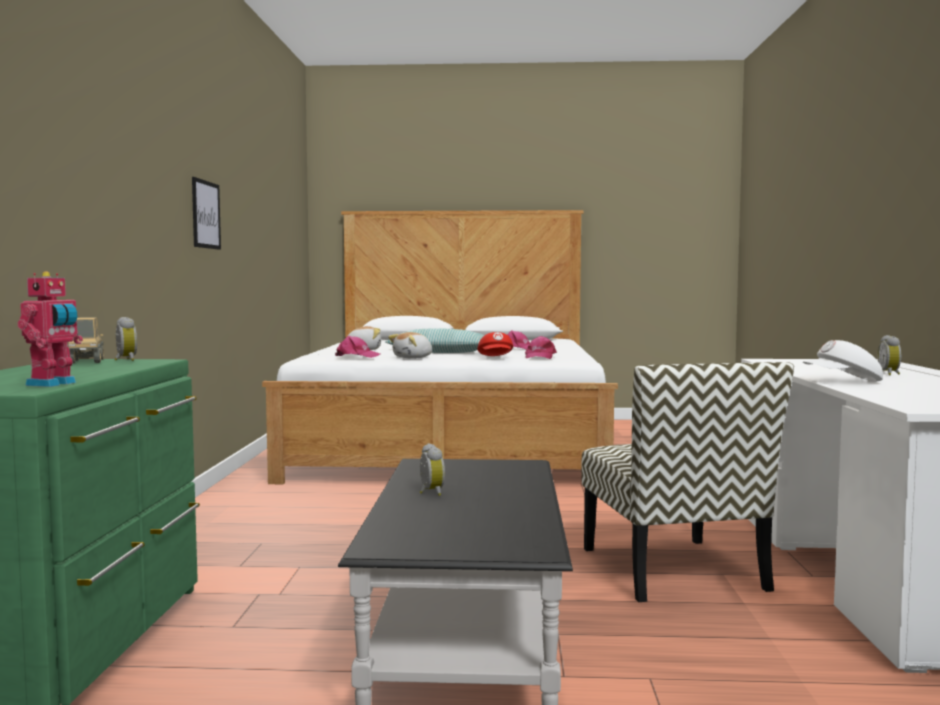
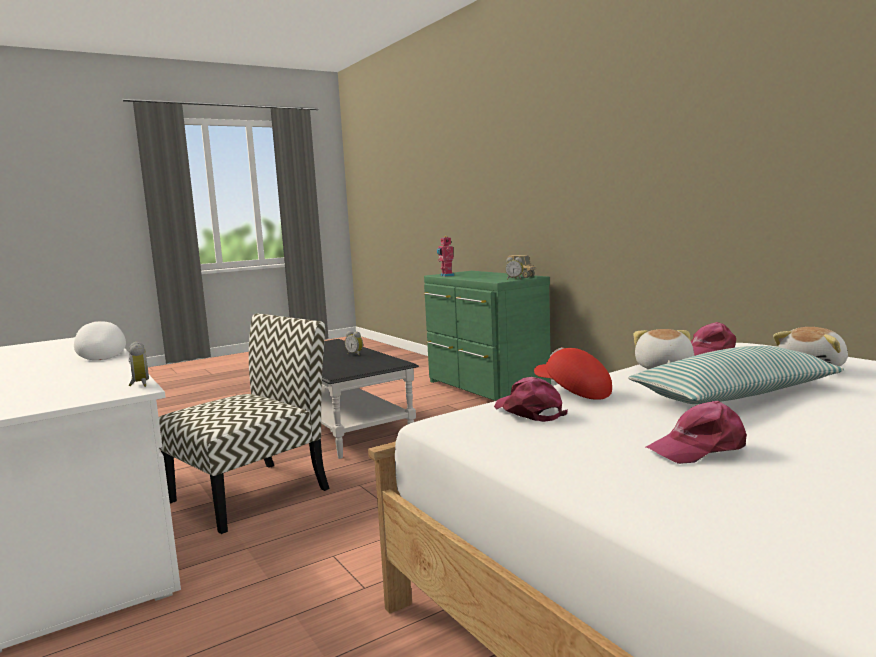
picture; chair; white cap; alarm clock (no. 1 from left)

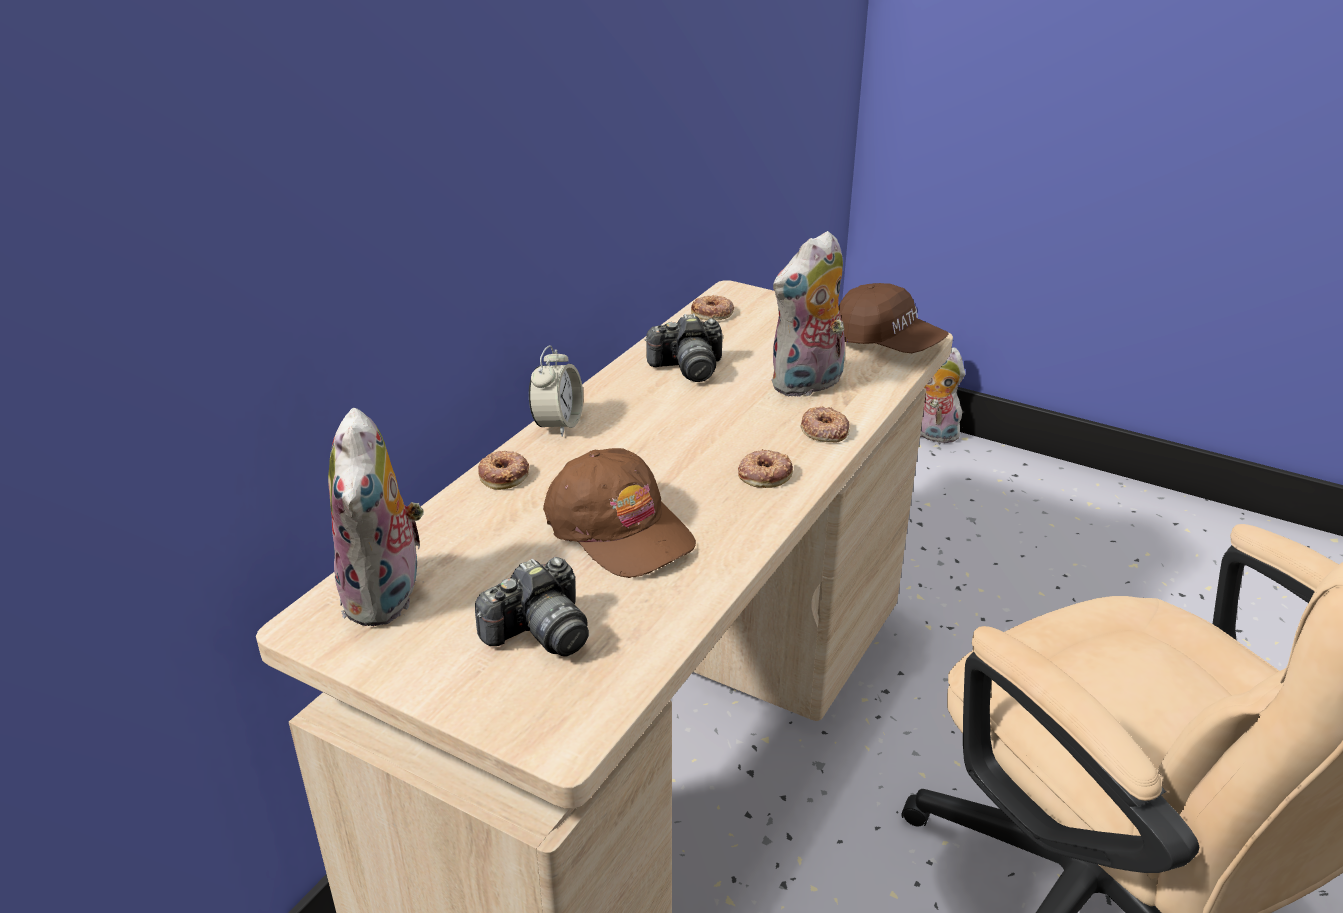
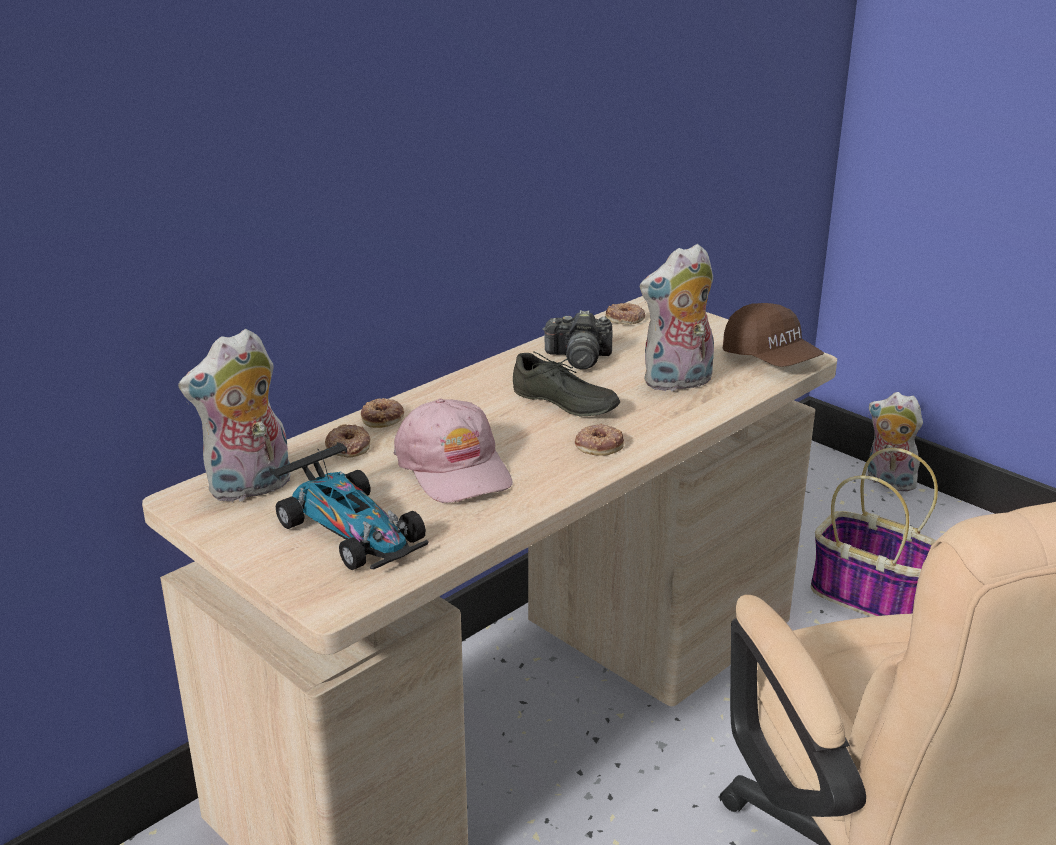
plush toy (no. 1 from left); toy car; alarm clock; pink cap; donut (no. 1 from left); grey shoe; basket

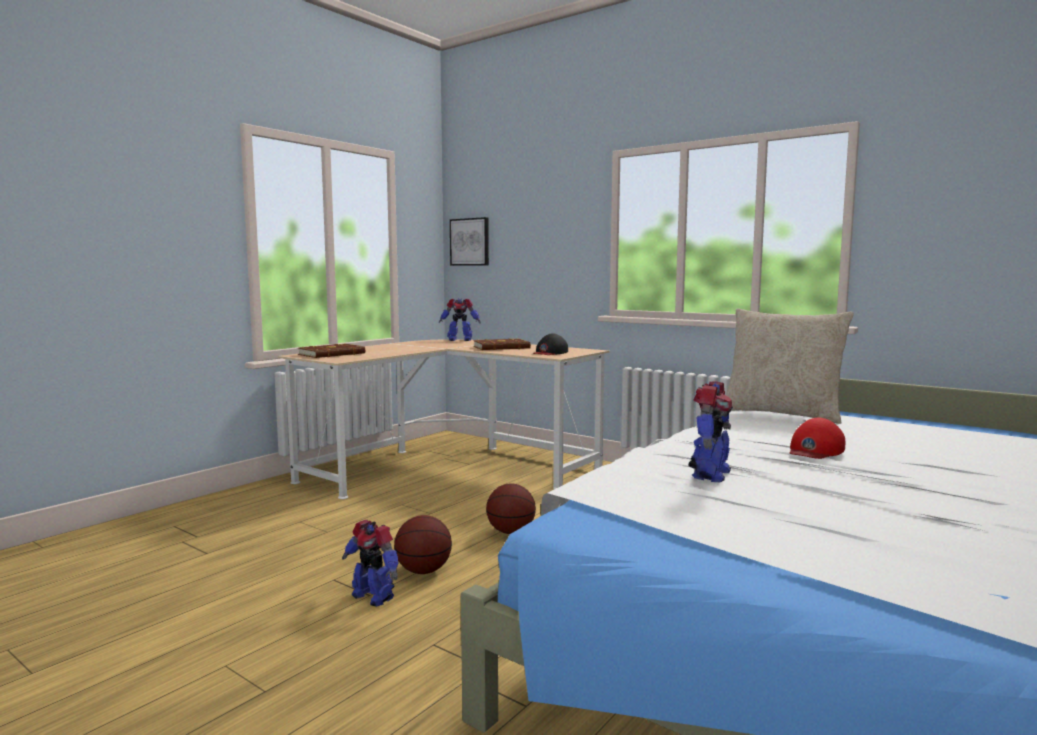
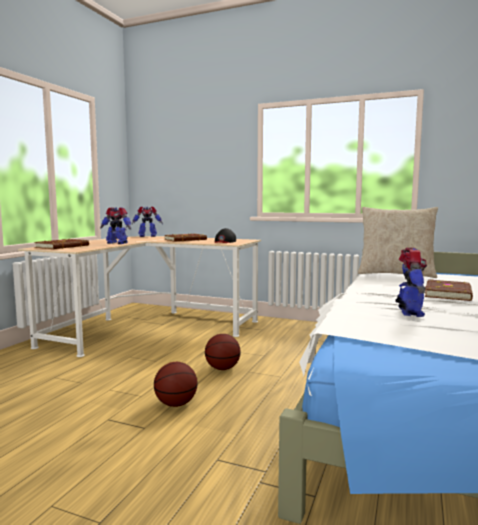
toy robot (no. 1 from left); picture; brown book (no. 3 from left)

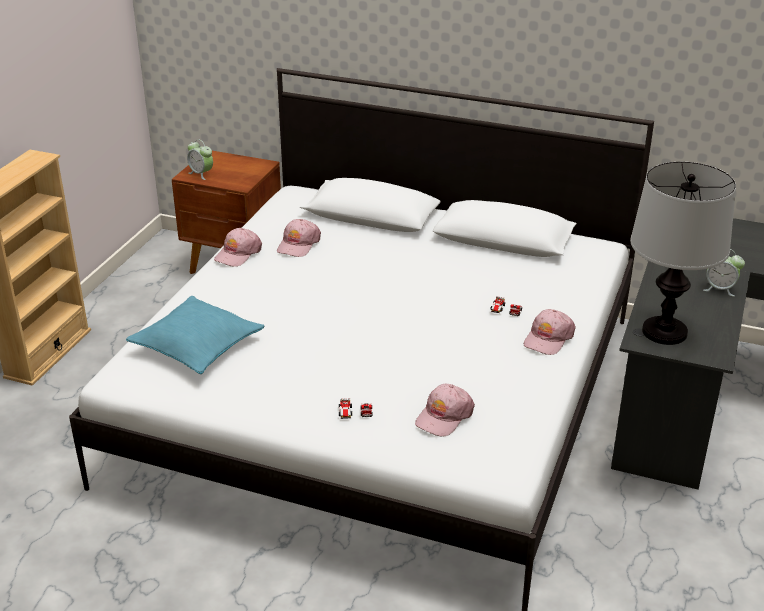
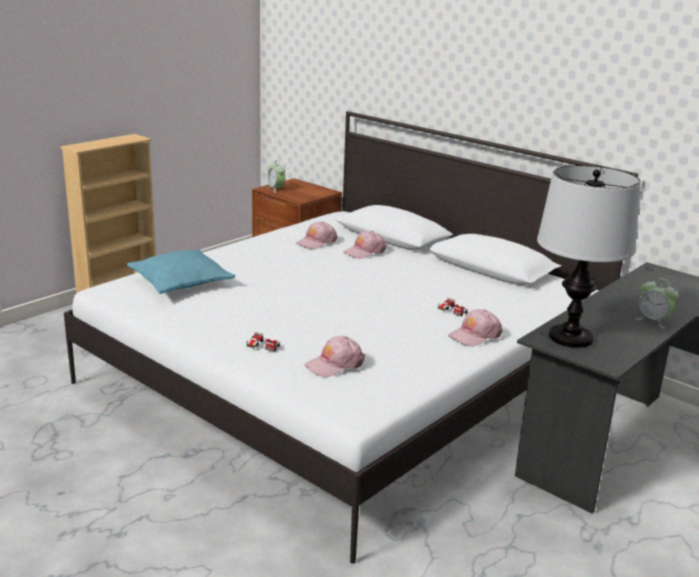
pink cap (no. 3 from left)

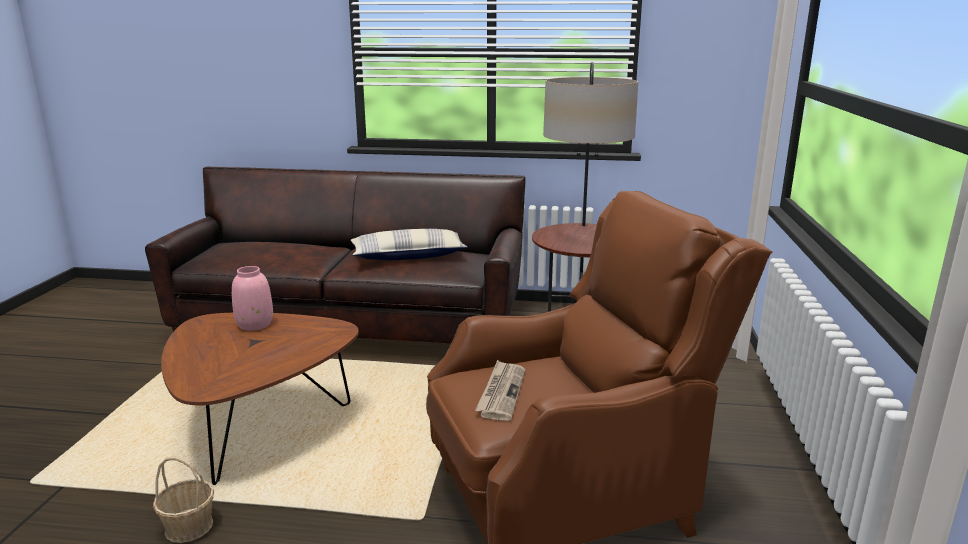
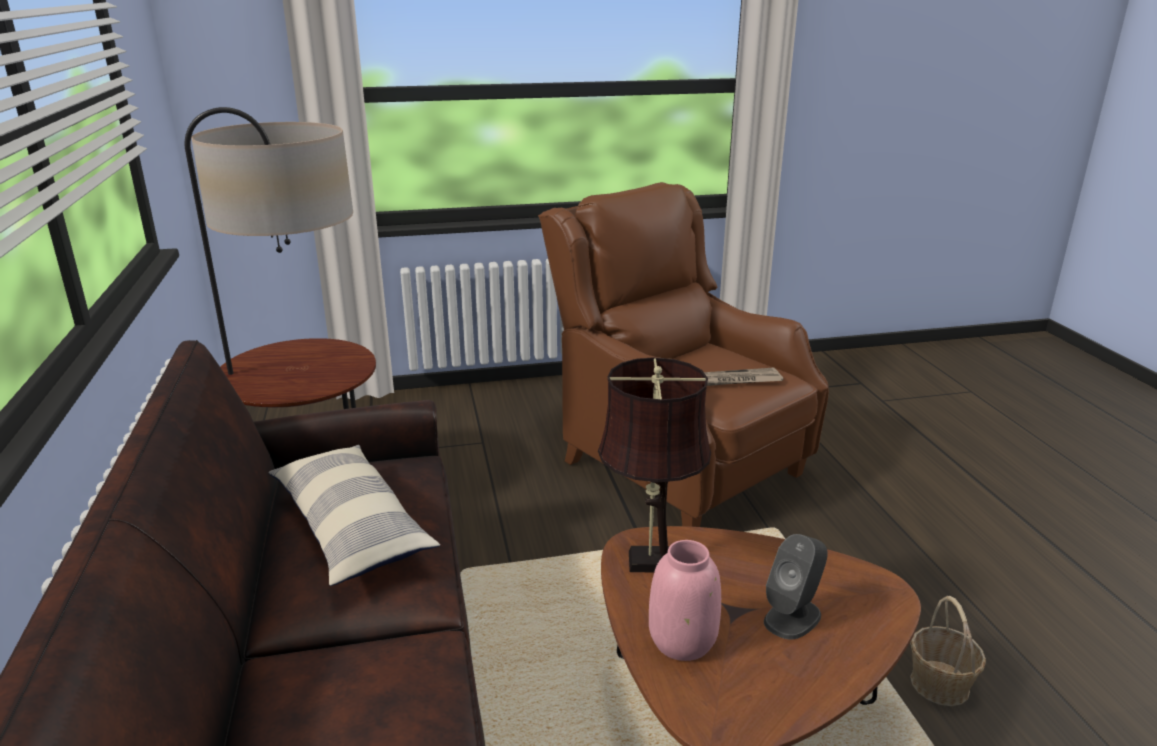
brown table lamp; grey speaker

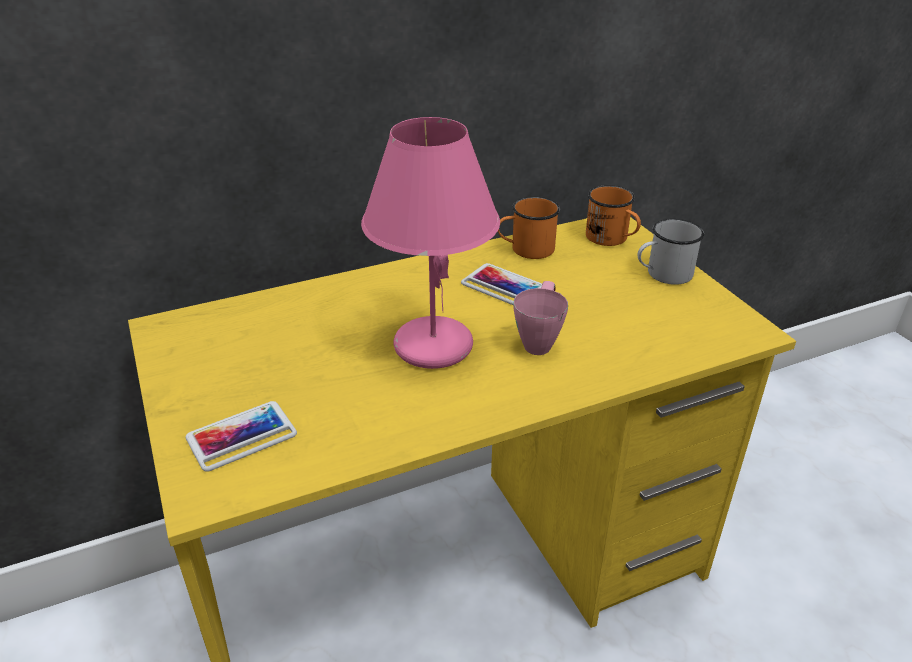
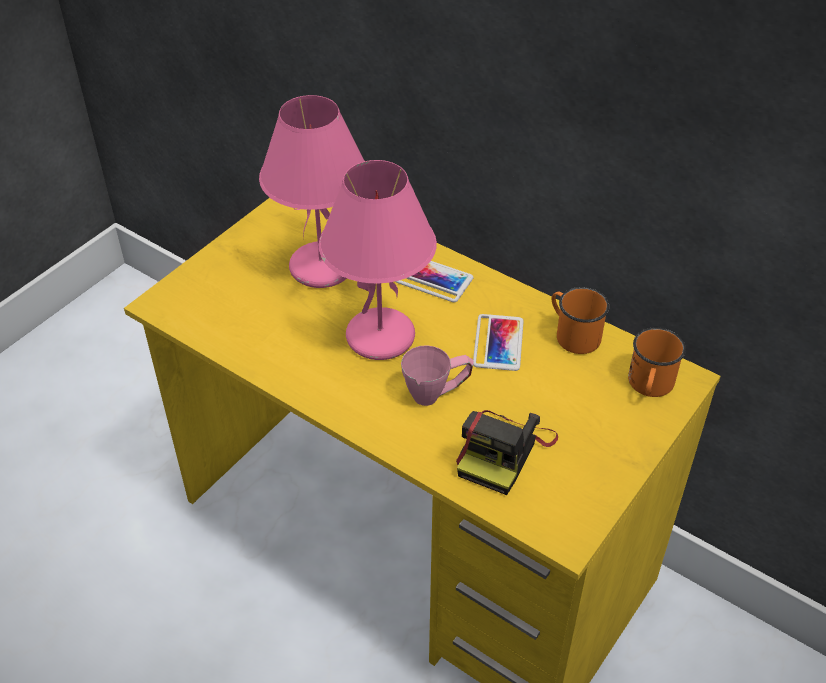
phone (no. 1 from left); white mug; pink table lamp (no. 1 from left); photo camera

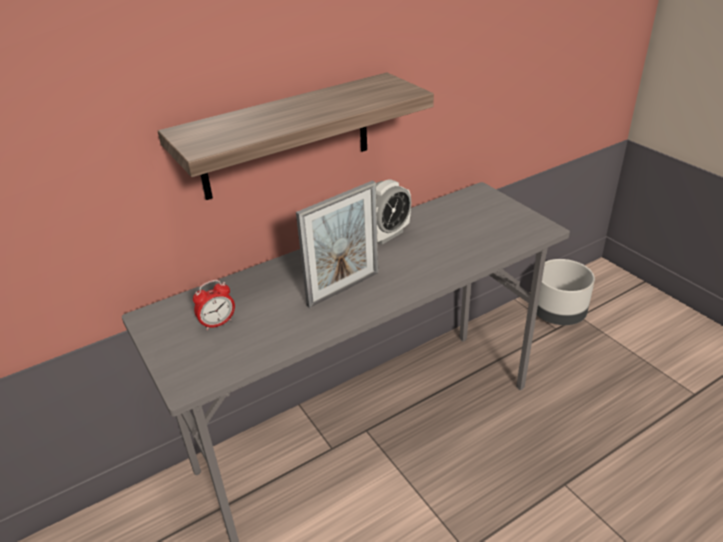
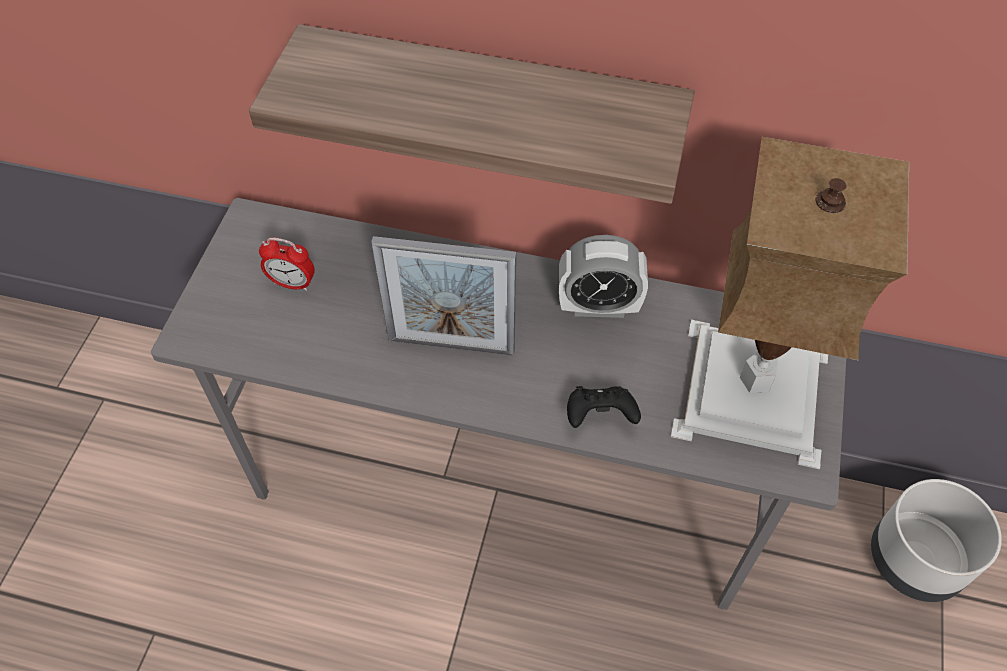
black game controller; table lamp

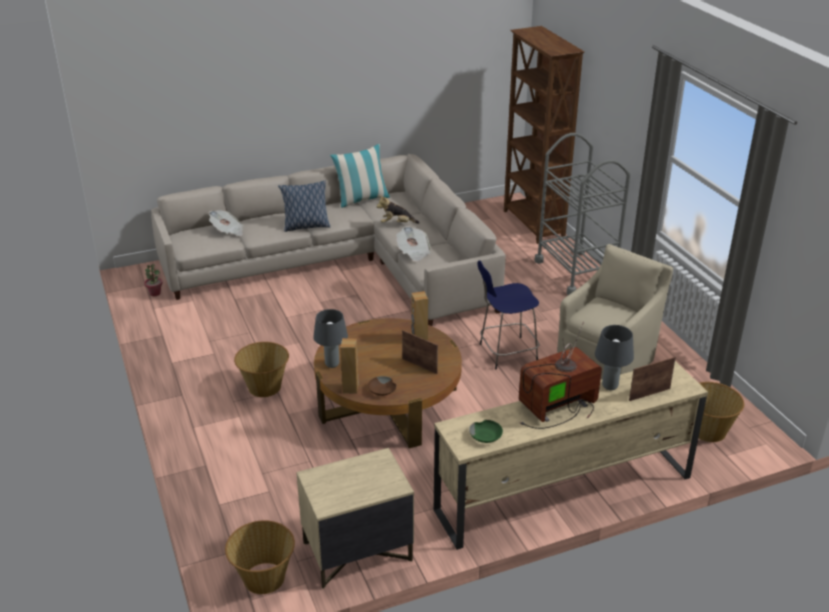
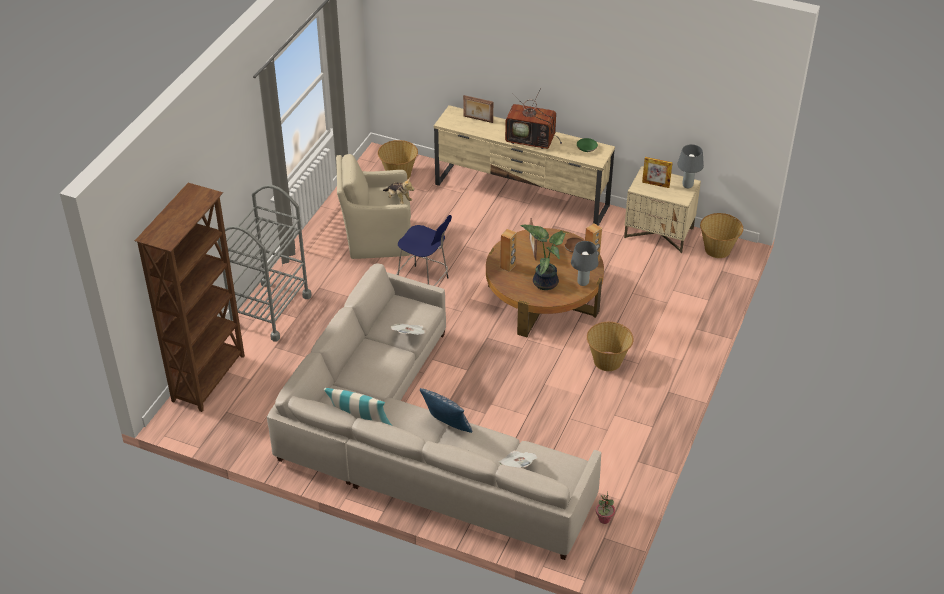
plush toy; grey table lamp (no. 2 from left); potted plant (no. 1 from left); picture frame (no. 3 from left)

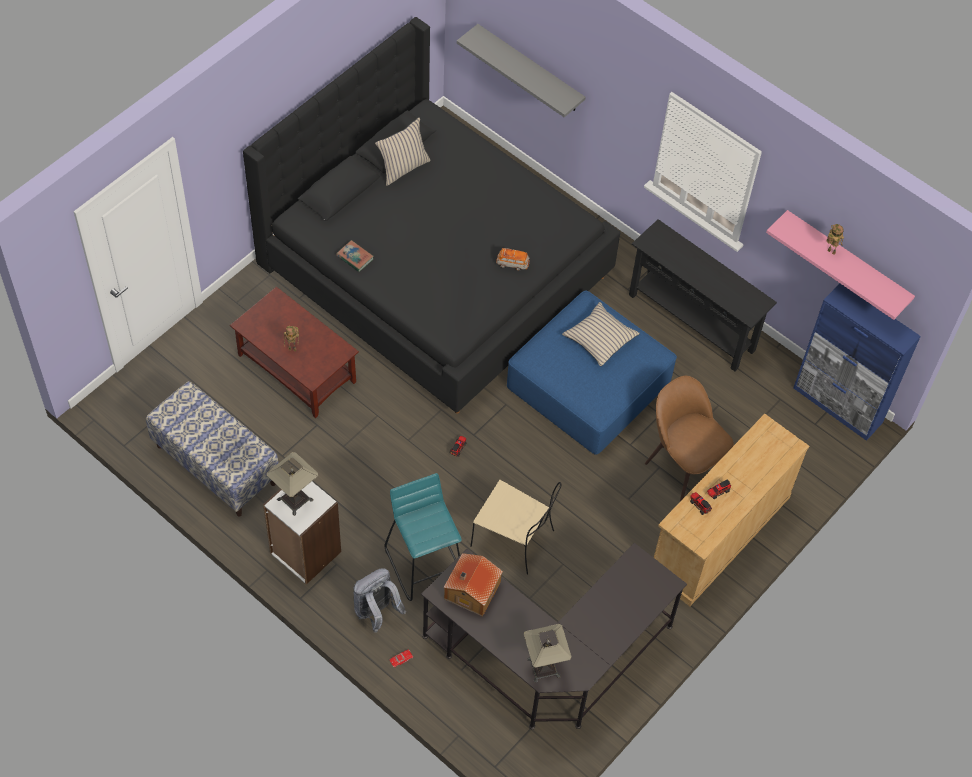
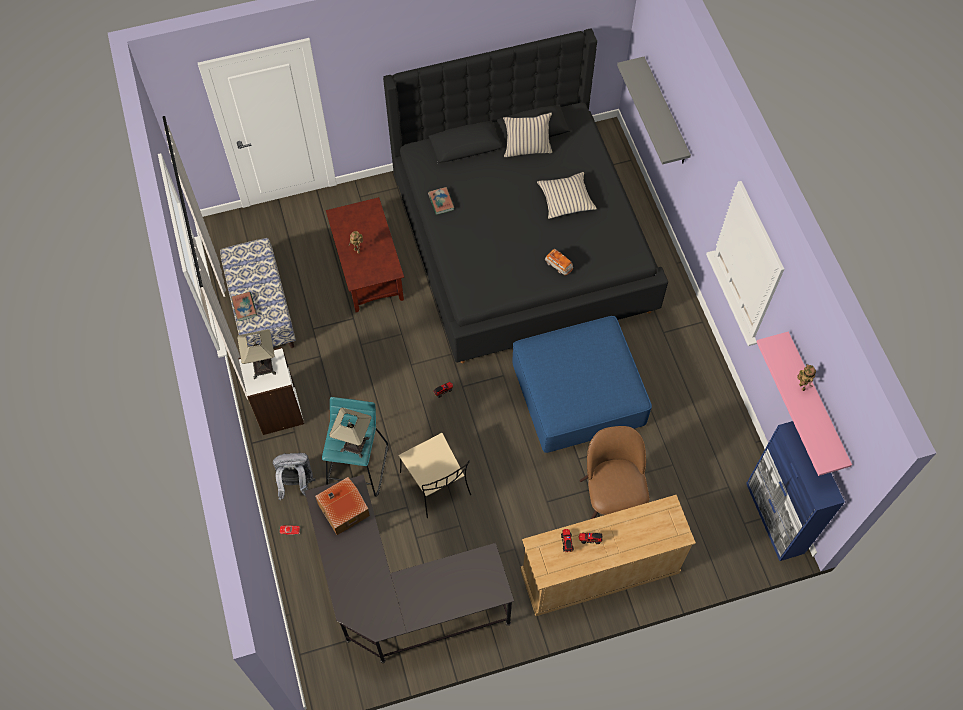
table lamp (no. 2 from left); beige pillow (no. 2 from left); black console table; book (no. 1 from left)

